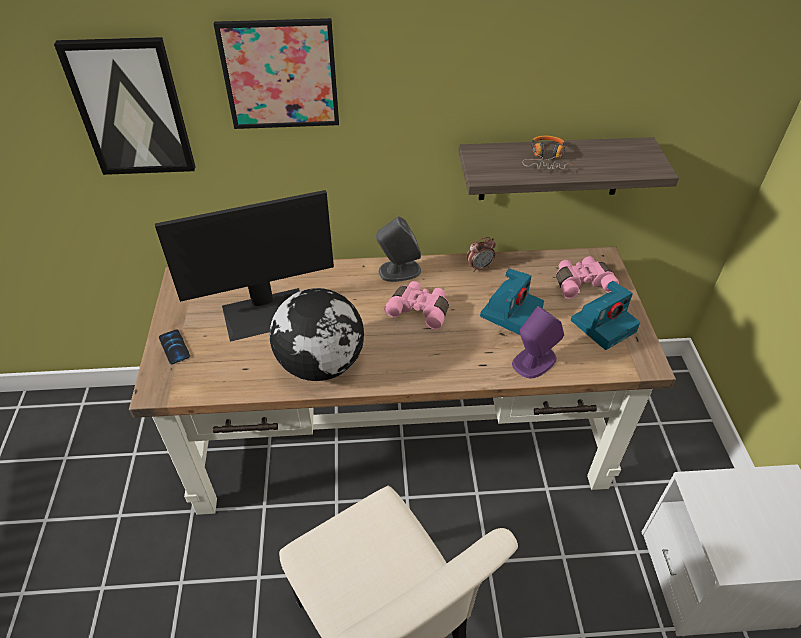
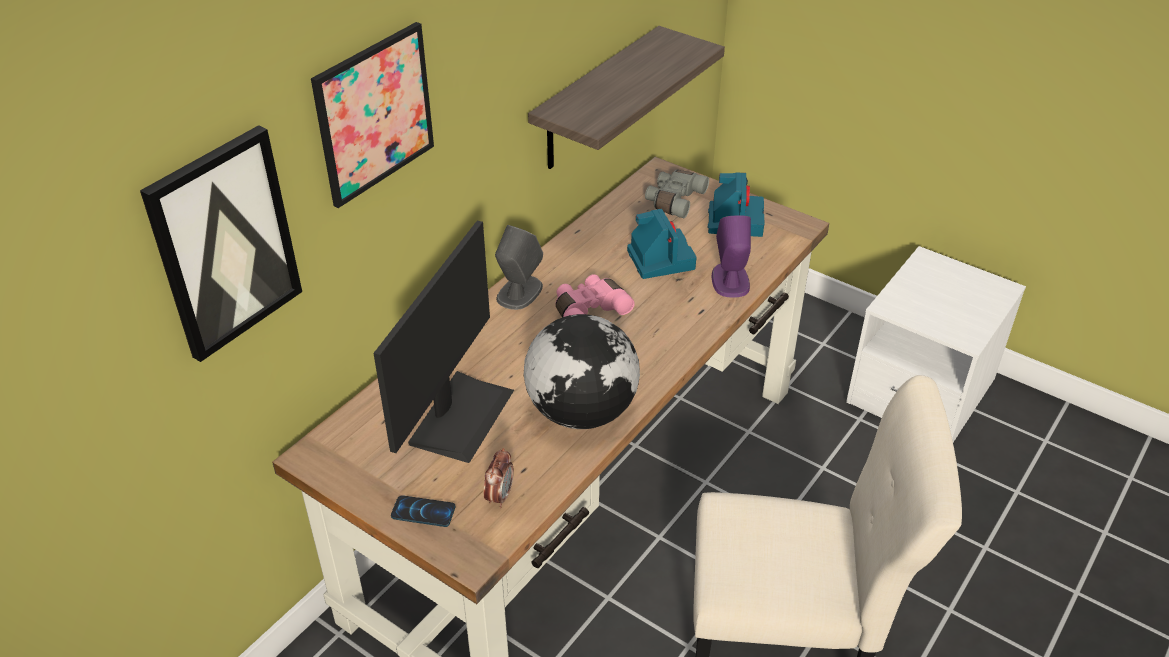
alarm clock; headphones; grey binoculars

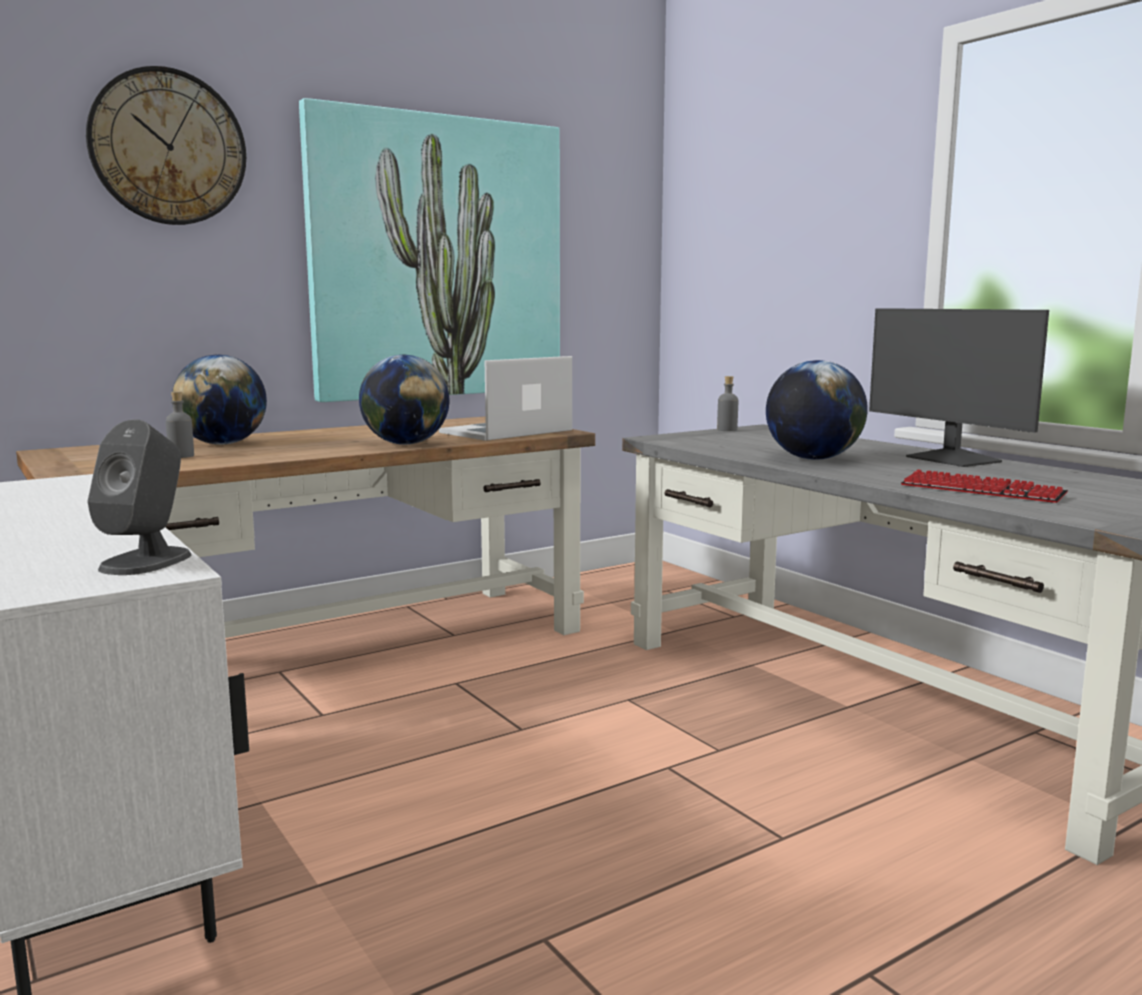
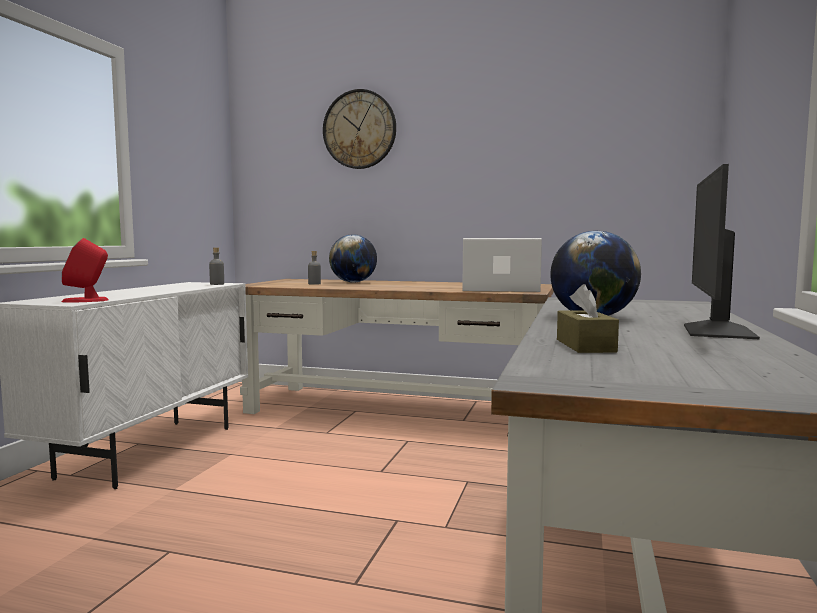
red speaker; picture; globe (no. 2 from left in the first image); grey bottle (no. 1 from left); brown tissue box

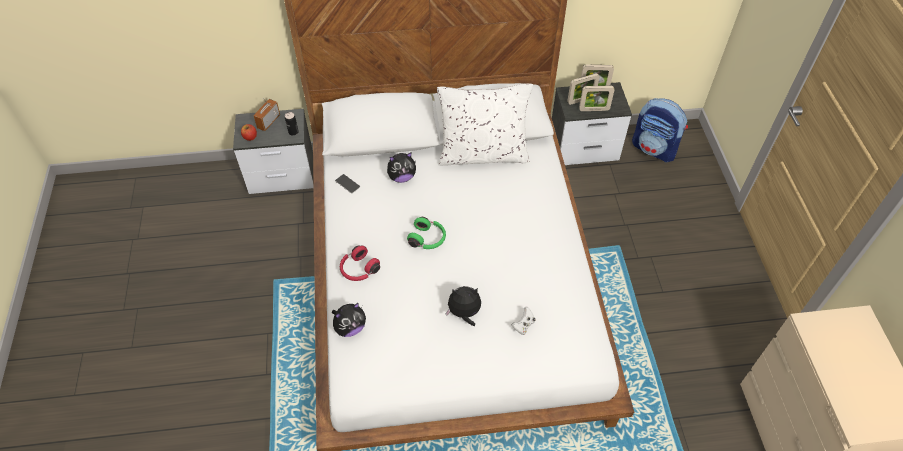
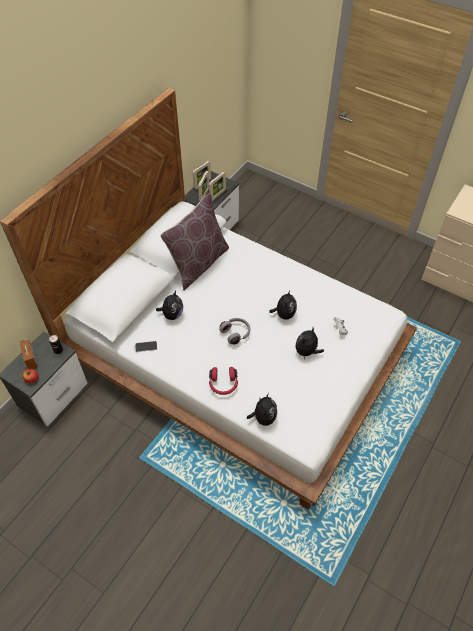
grey headphones; brown pillow; backpack; plush toy (no. 3 from left)

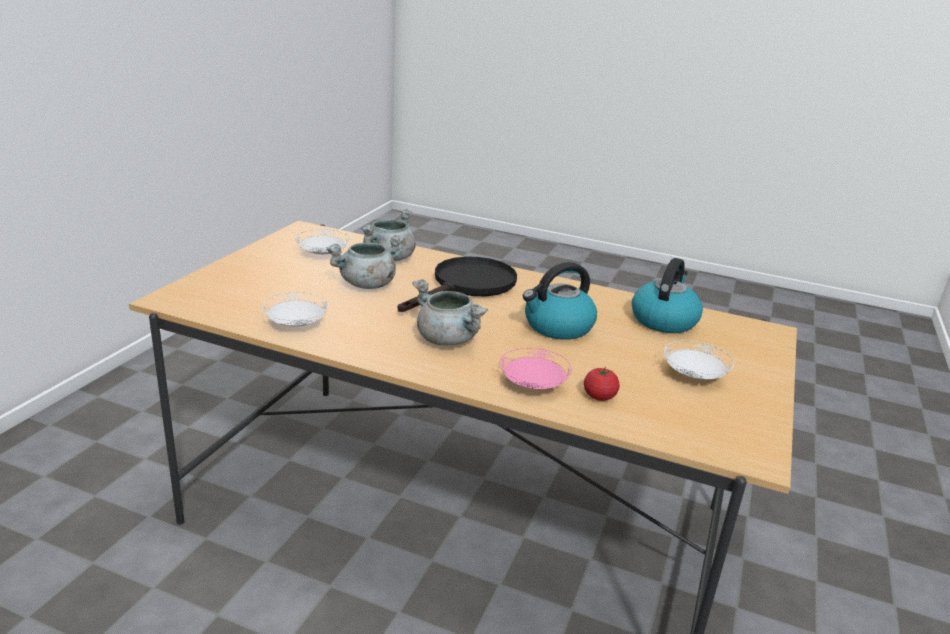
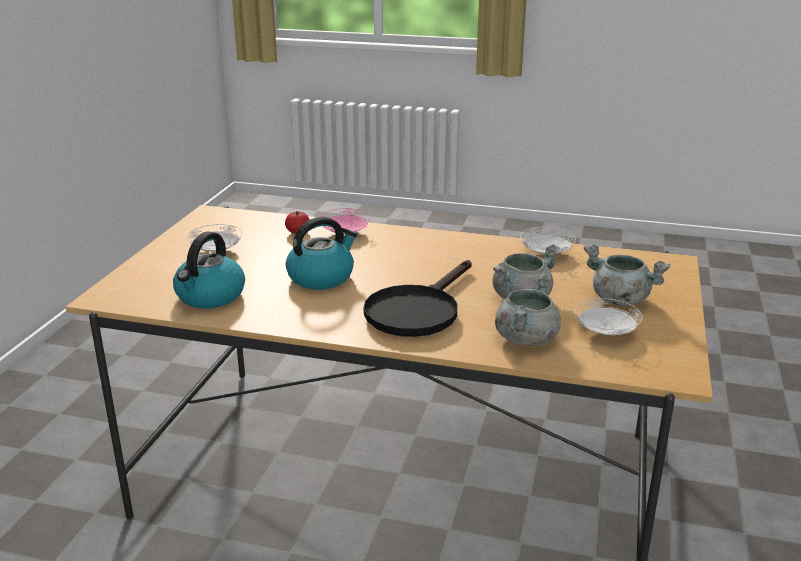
grey cooking pot (no. 3 from left)

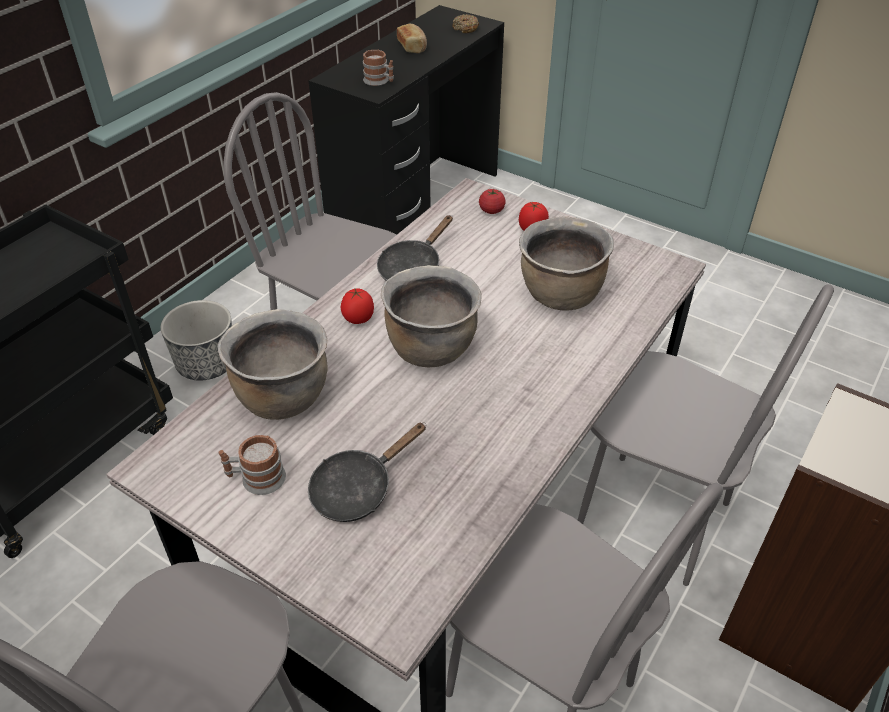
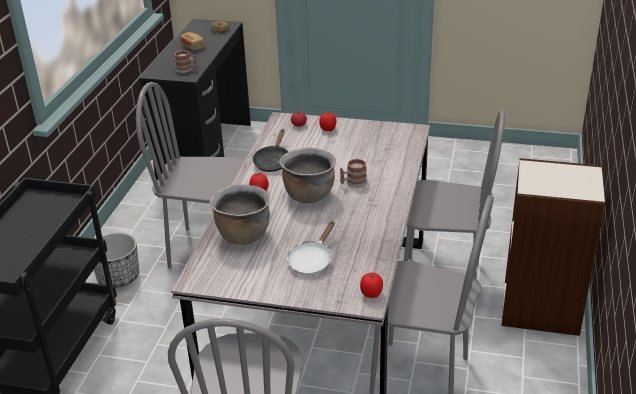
mug (no. 2 from left); white frying pan; brown cooking pot (no. 3 from left in the first image); tomato (no. 4 from left)

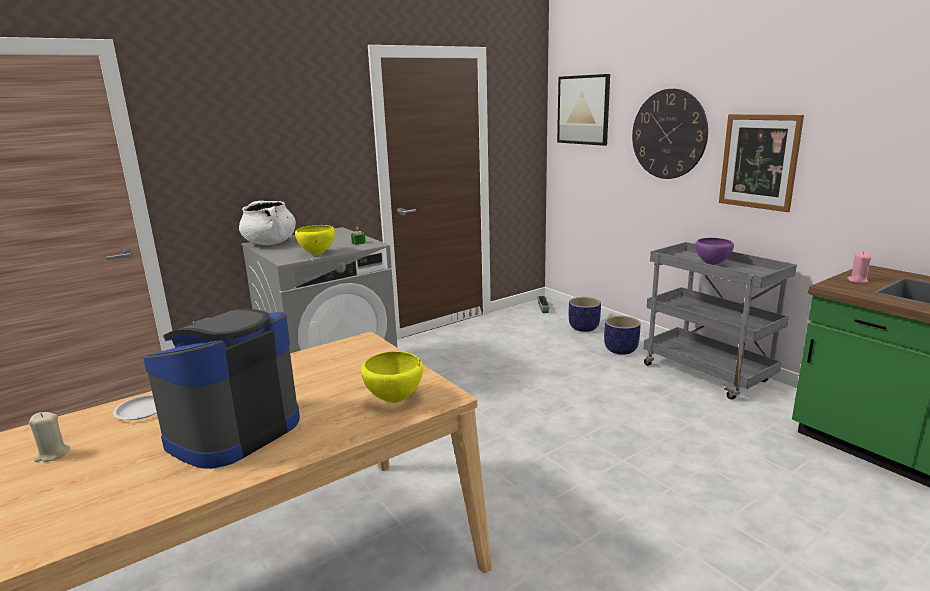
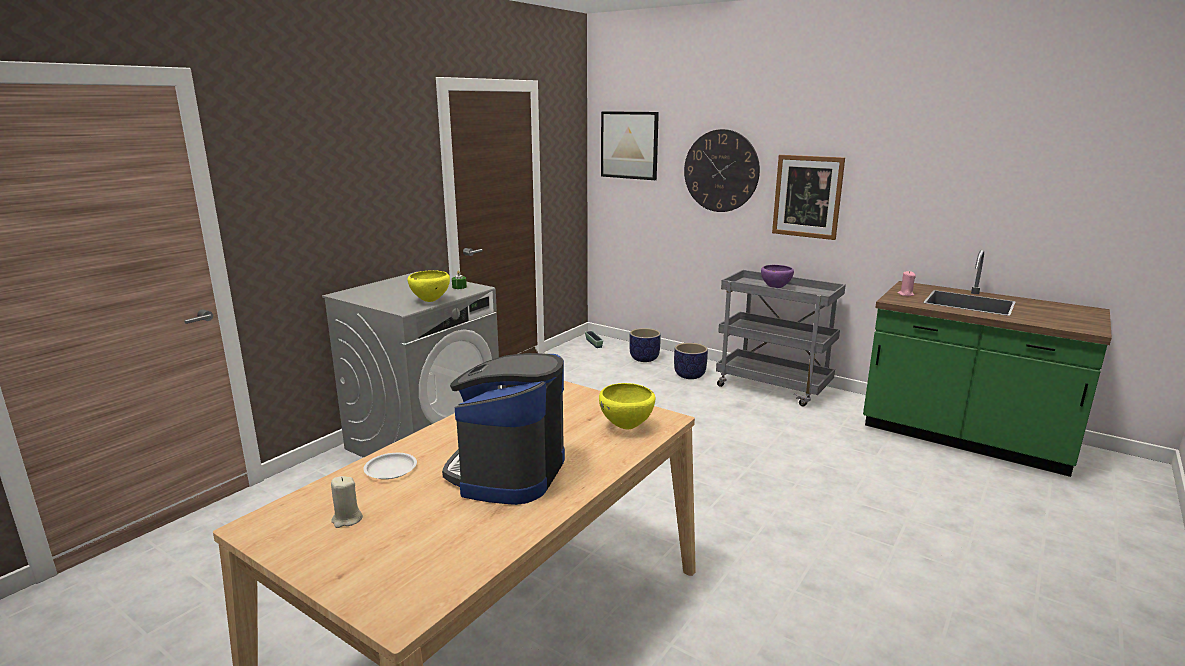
white cooking pot

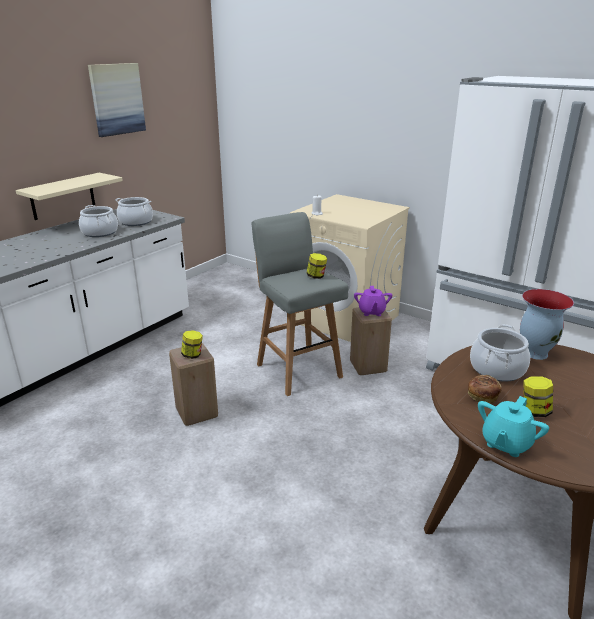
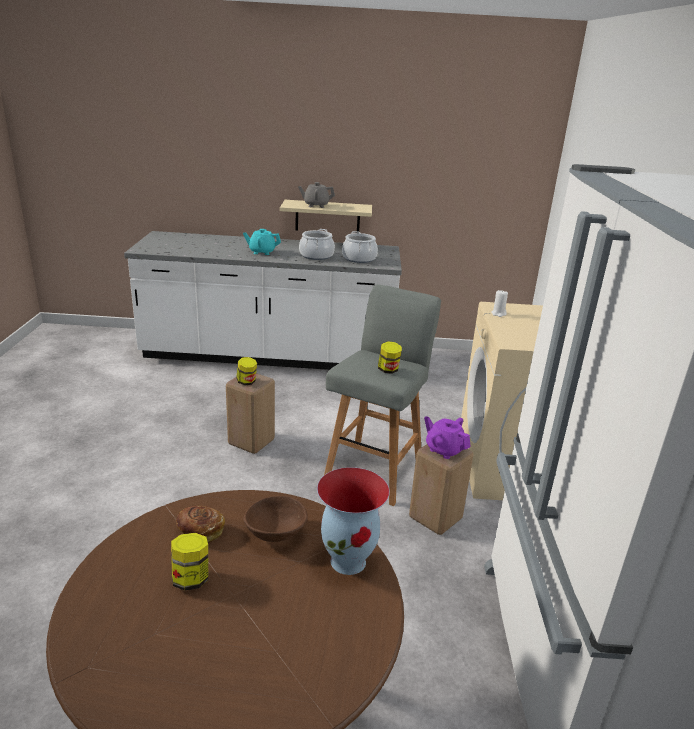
picture; purple teapot; brown bowl; turquoise teapot; grey teapot

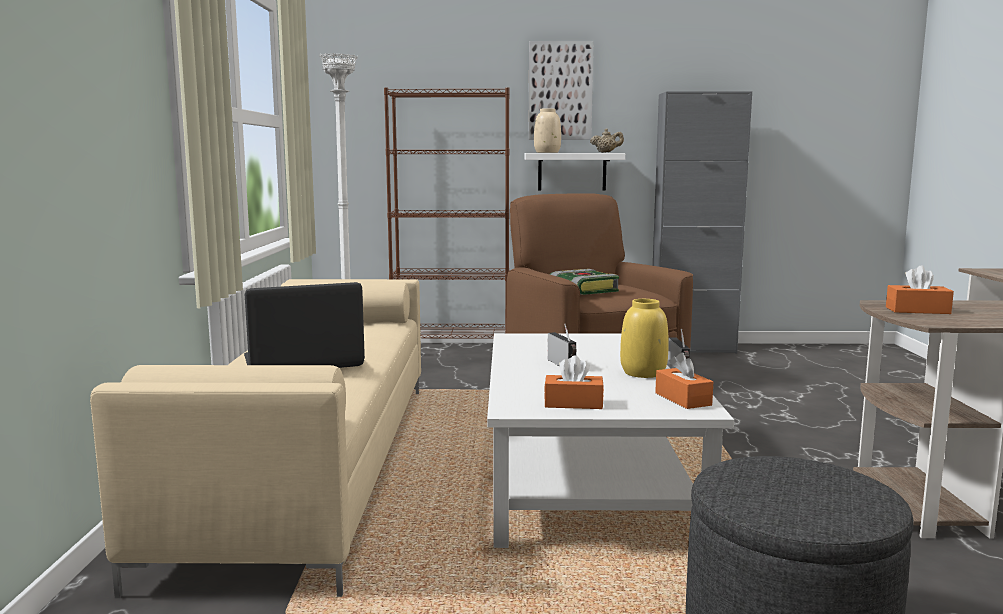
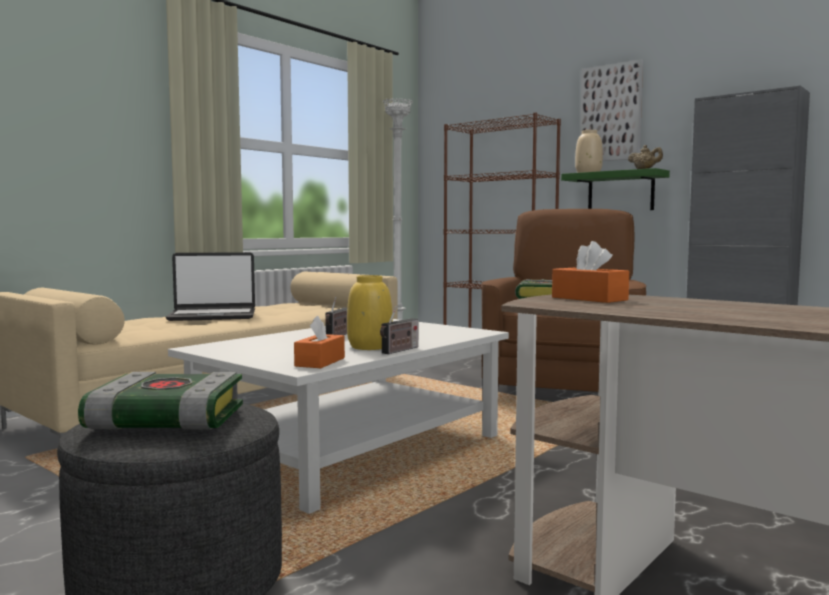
laptop; green shelf; orange tissue box (no. 1 from left in the first image); book (no. 1 from left)

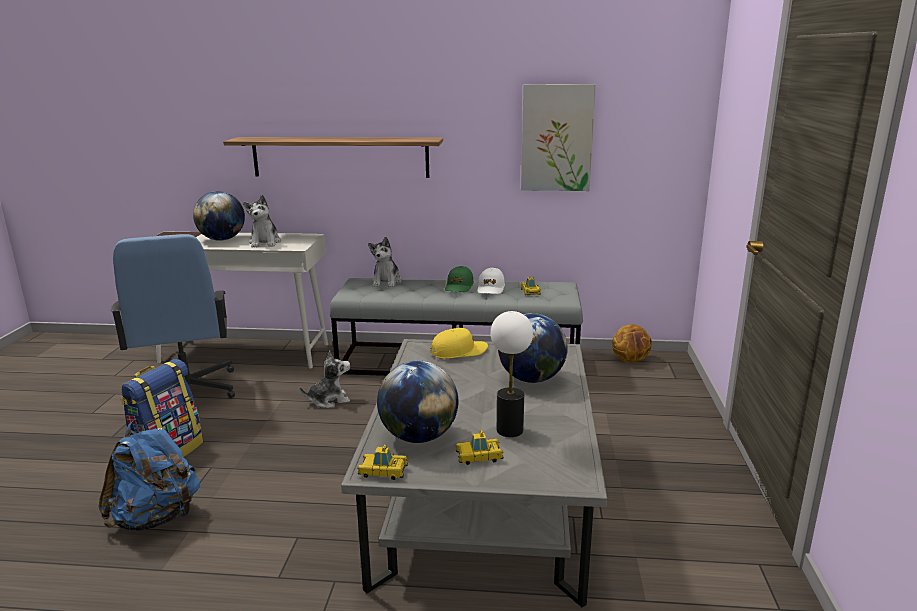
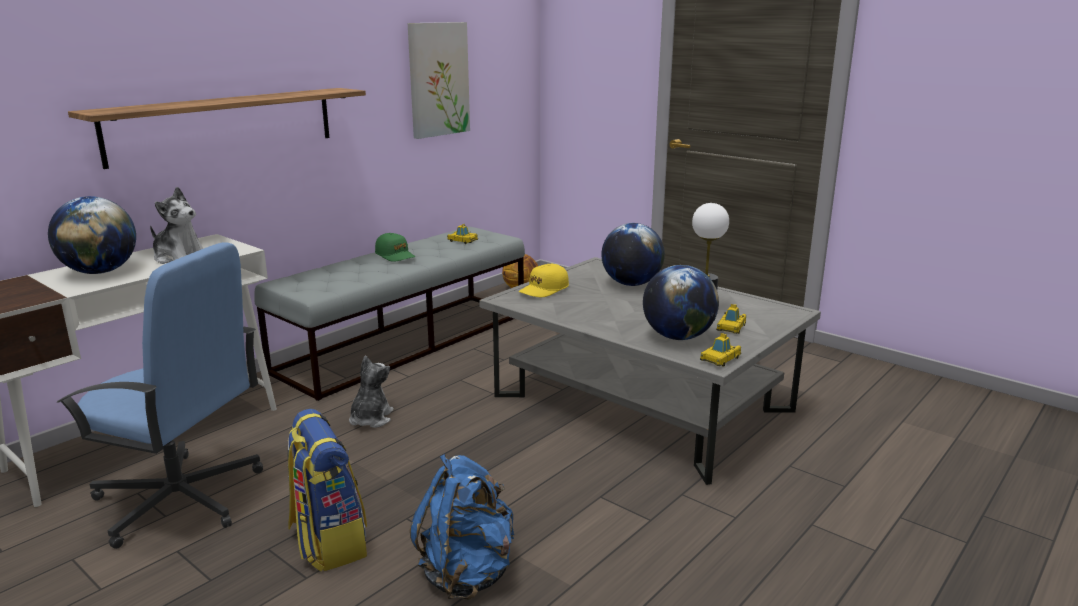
plush toy (no. 3 from left in the first image); yellow cap; white cap

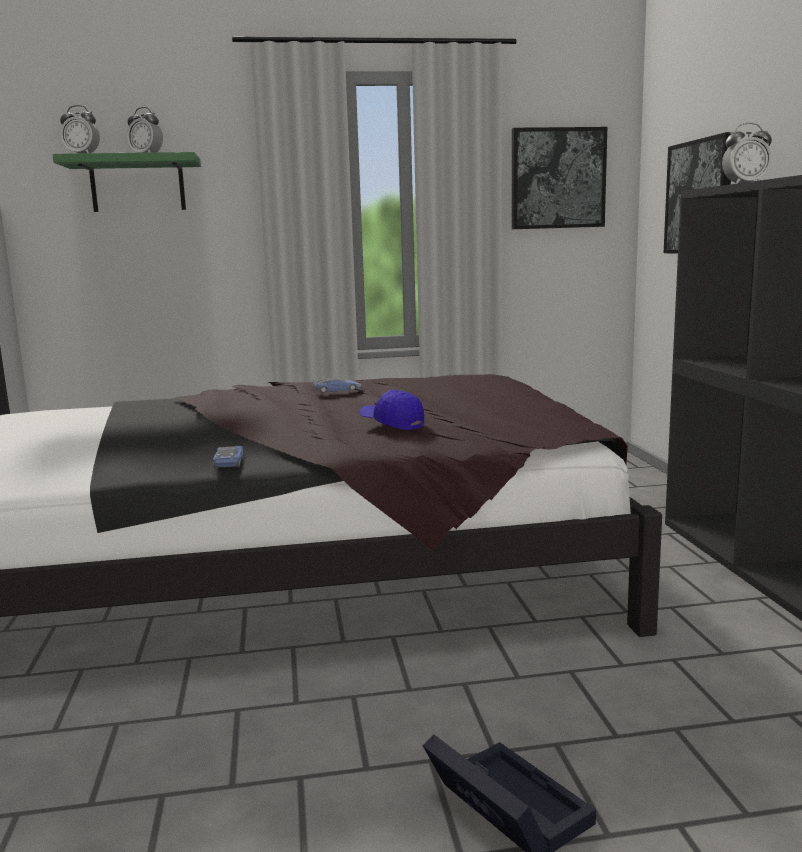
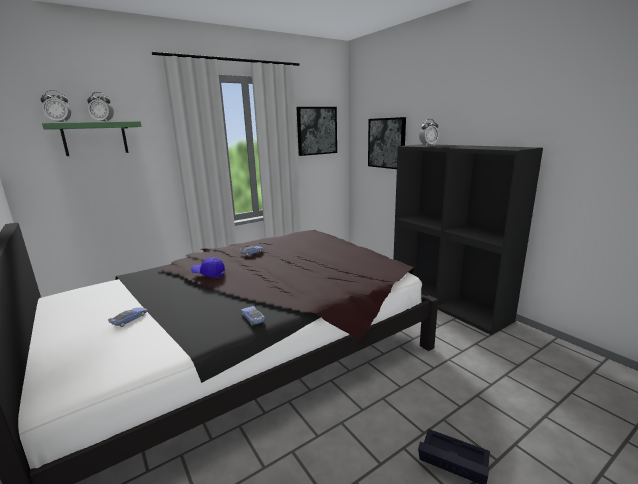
blue cap; toy car (no. 1 from left)

